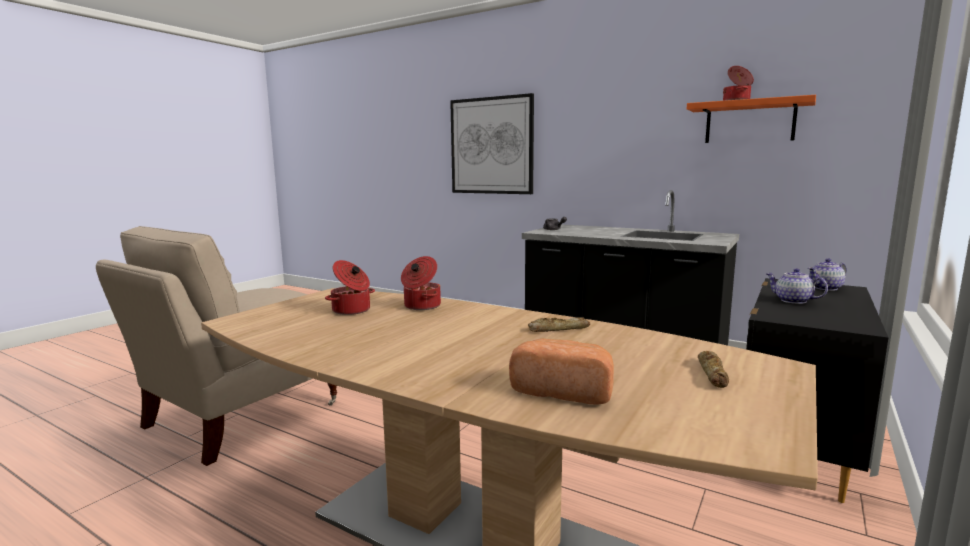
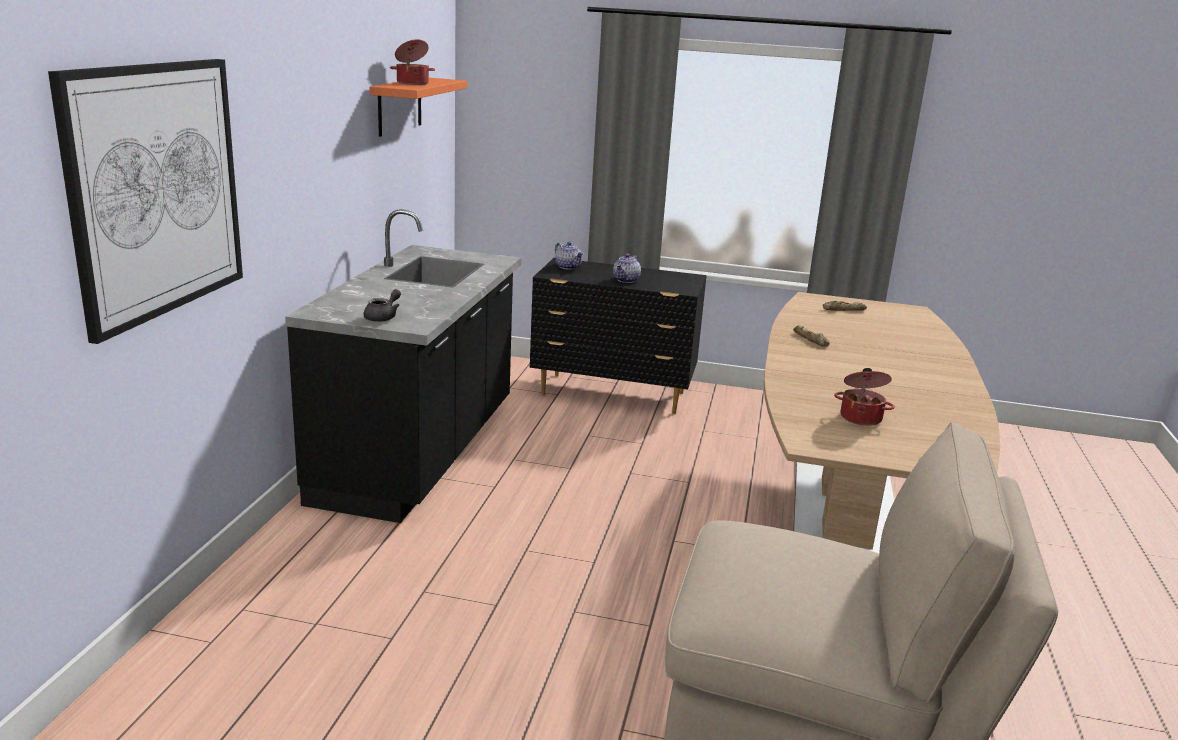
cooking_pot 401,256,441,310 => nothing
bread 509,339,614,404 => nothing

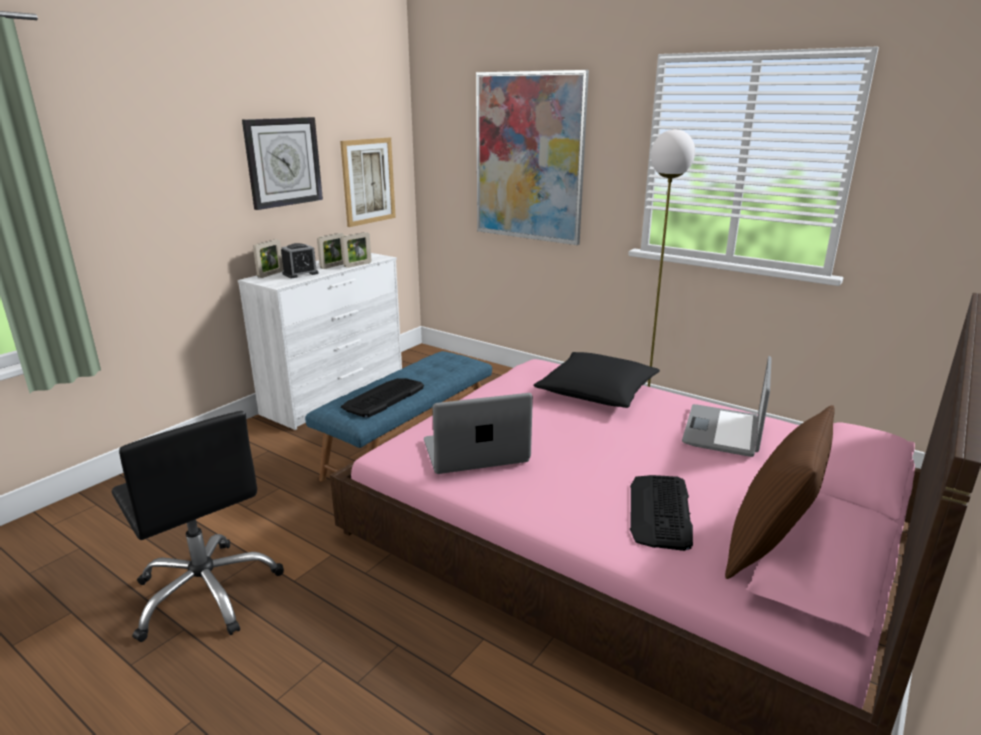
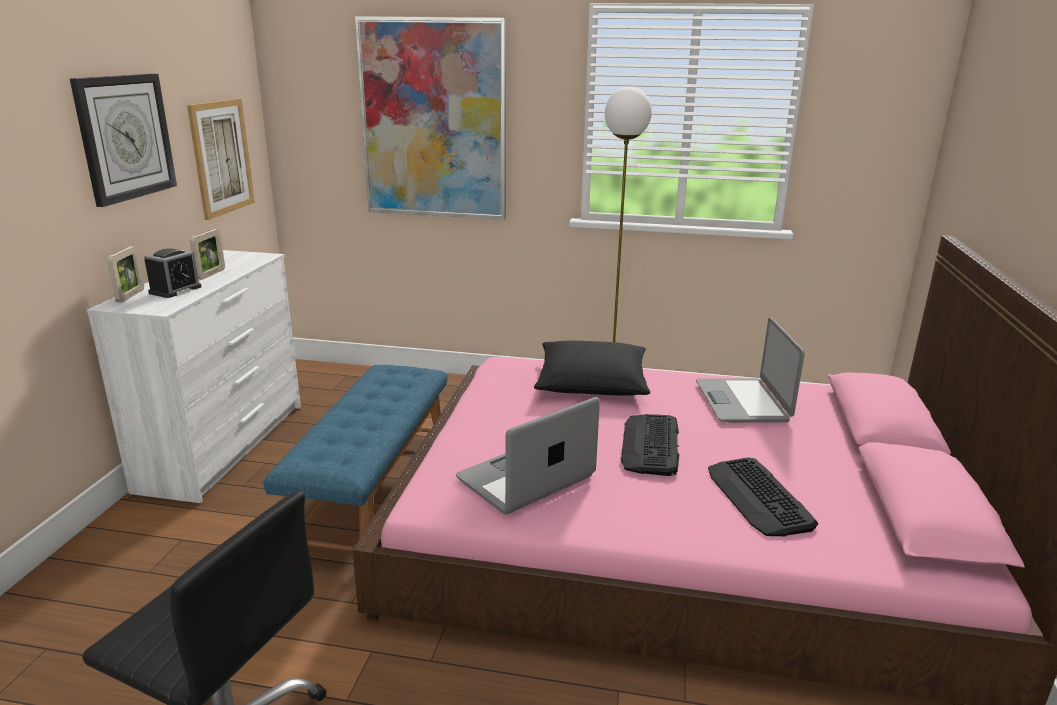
picture_frame 341,232,371,268 => nothing
brown_pillow 725,405,835,579 => nothing
keyboard 341,378,424,417 => keyboard 621,414,679,476, moved

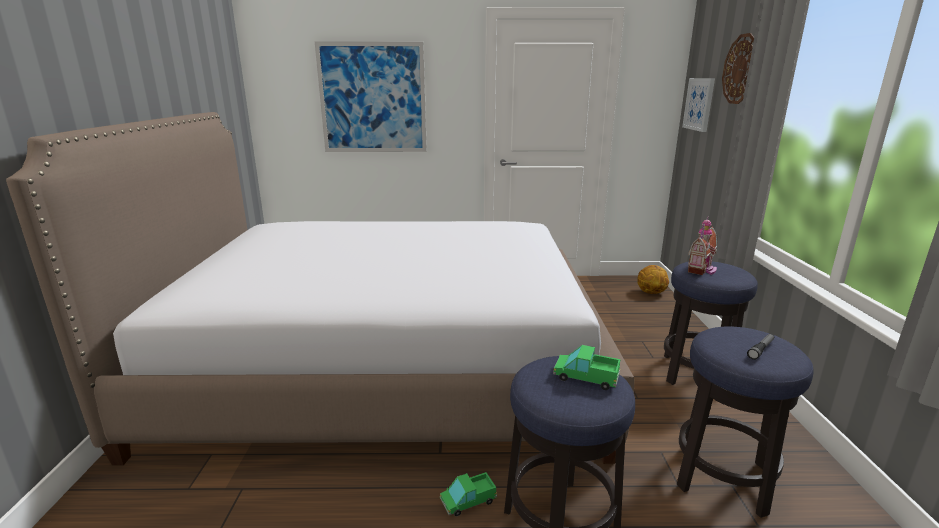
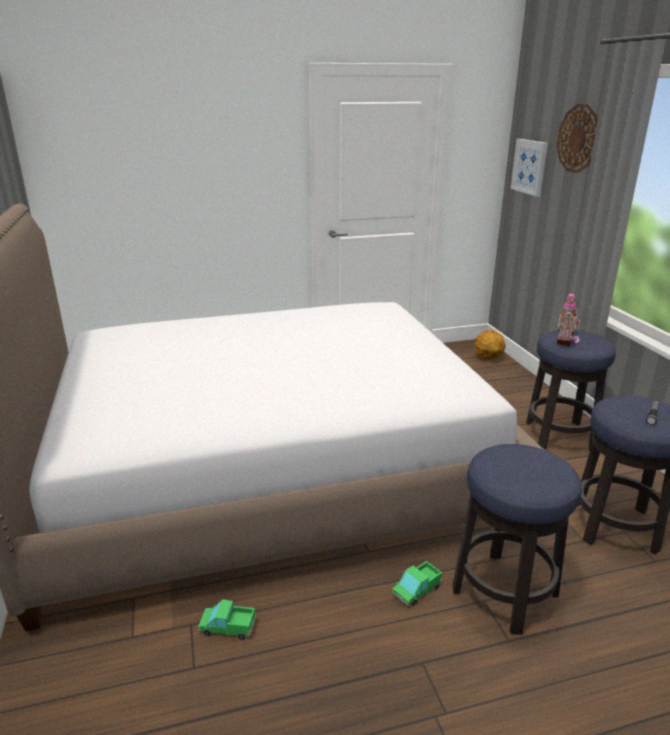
picture 315,42,427,152 => nothing
toy_truck 553,345,620,390 => toy_truck 198,600,256,640, moved

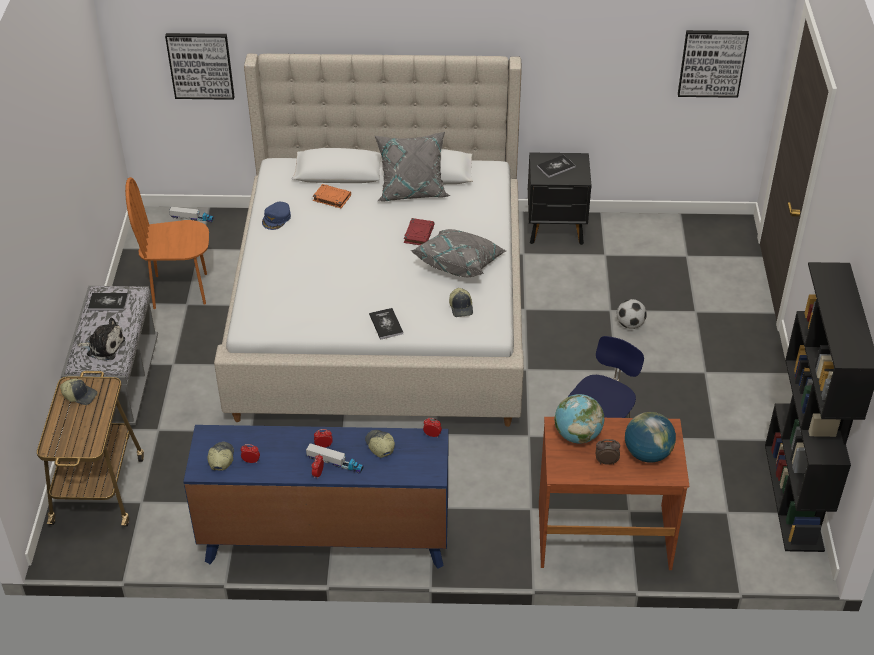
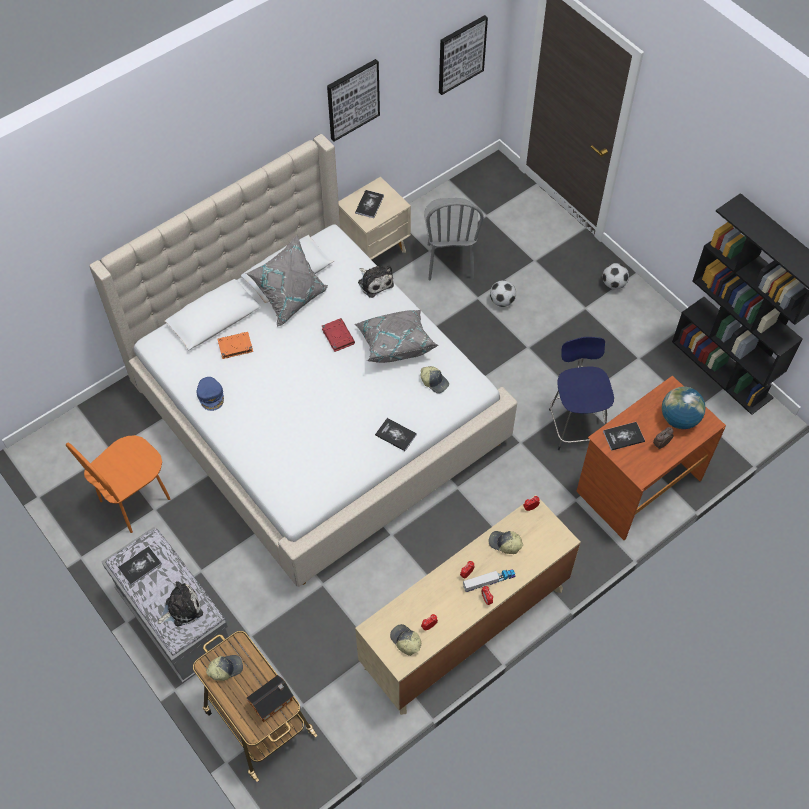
toy_truck 169,206,214,223 => nothing
nothing => toy_house 247,675,294,722
nothing => plush_toy 358,265,394,298
nothing => grey_chair 424,198,484,280
nothing => football 602,263,629,289
picture 165,33,235,100 => picture 327,59,380,141, moved
globe 554,394,604,444 => book 603,422,645,451
blue_dresser 183,425,448,569 => beige_dresser 355,495,581,715
black_nightstand 528,153,592,245 => beige_nightstand 338,177,411,260

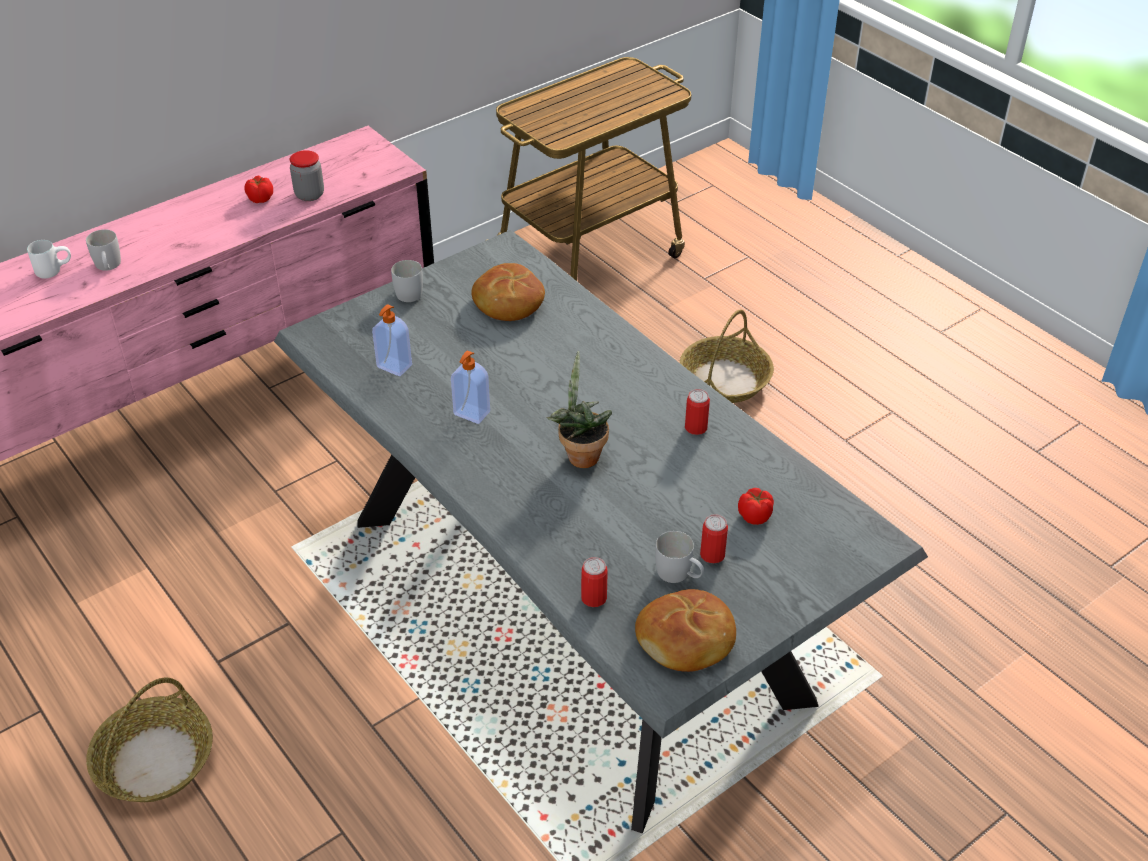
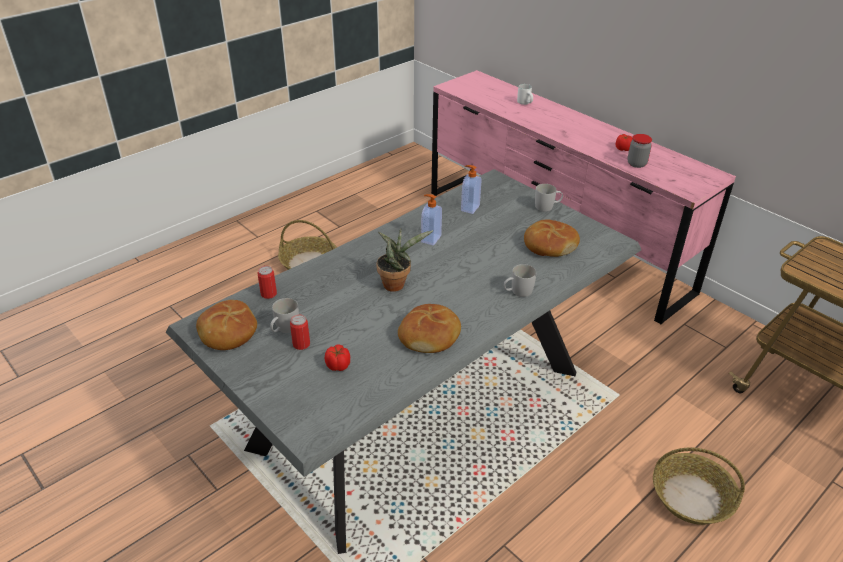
white_mug 86,229,121,271 => white_mug 504,264,536,297, moved
can 685,389,710,435 => bread 398,304,461,353

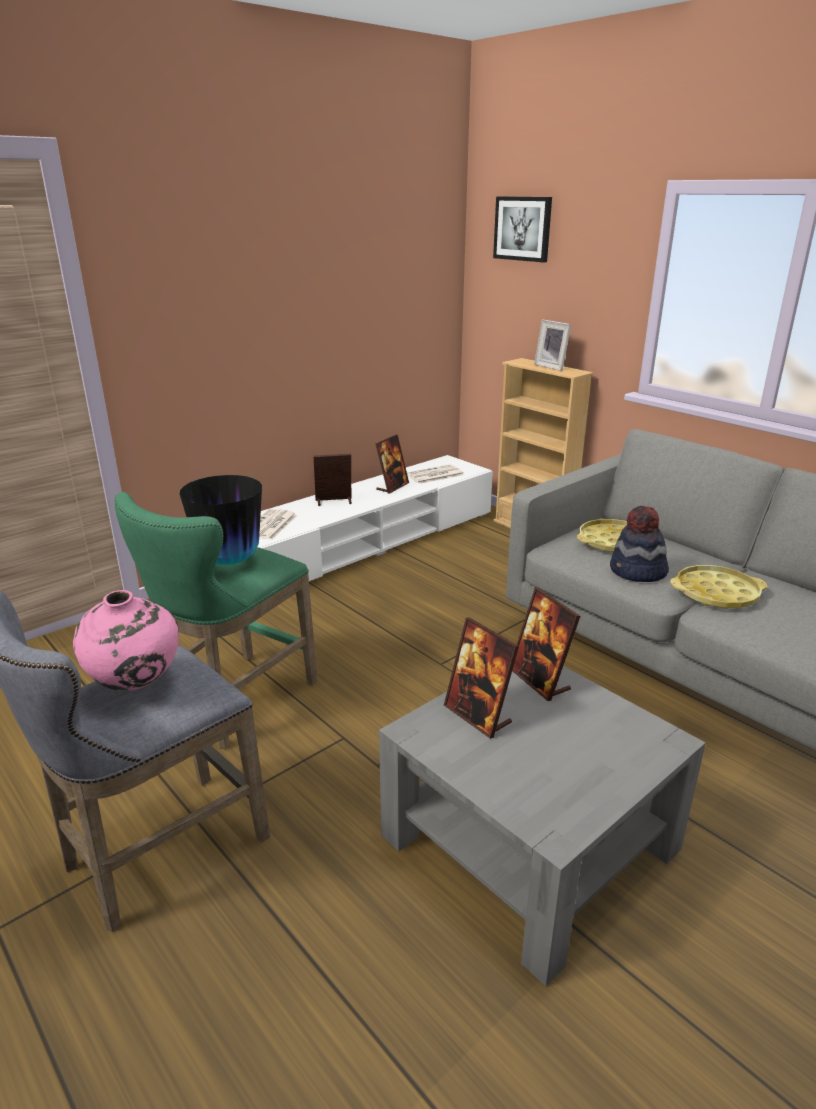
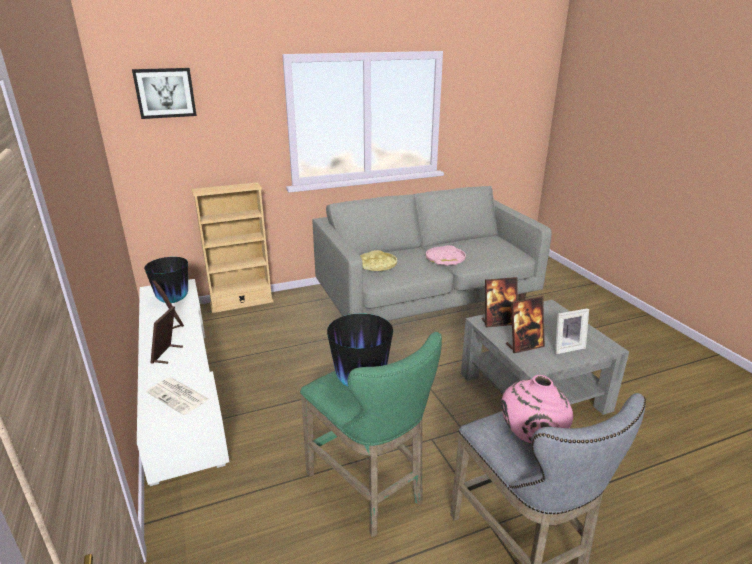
hat 610,506,669,582 => nothing
picture_frame 534,319,571,371 => picture_frame 555,308,589,354, moved
newspaper 407,464,464,484 => vase 144,257,188,303
yellow_tray 670,565,767,609 => pink_tray 426,245,466,266

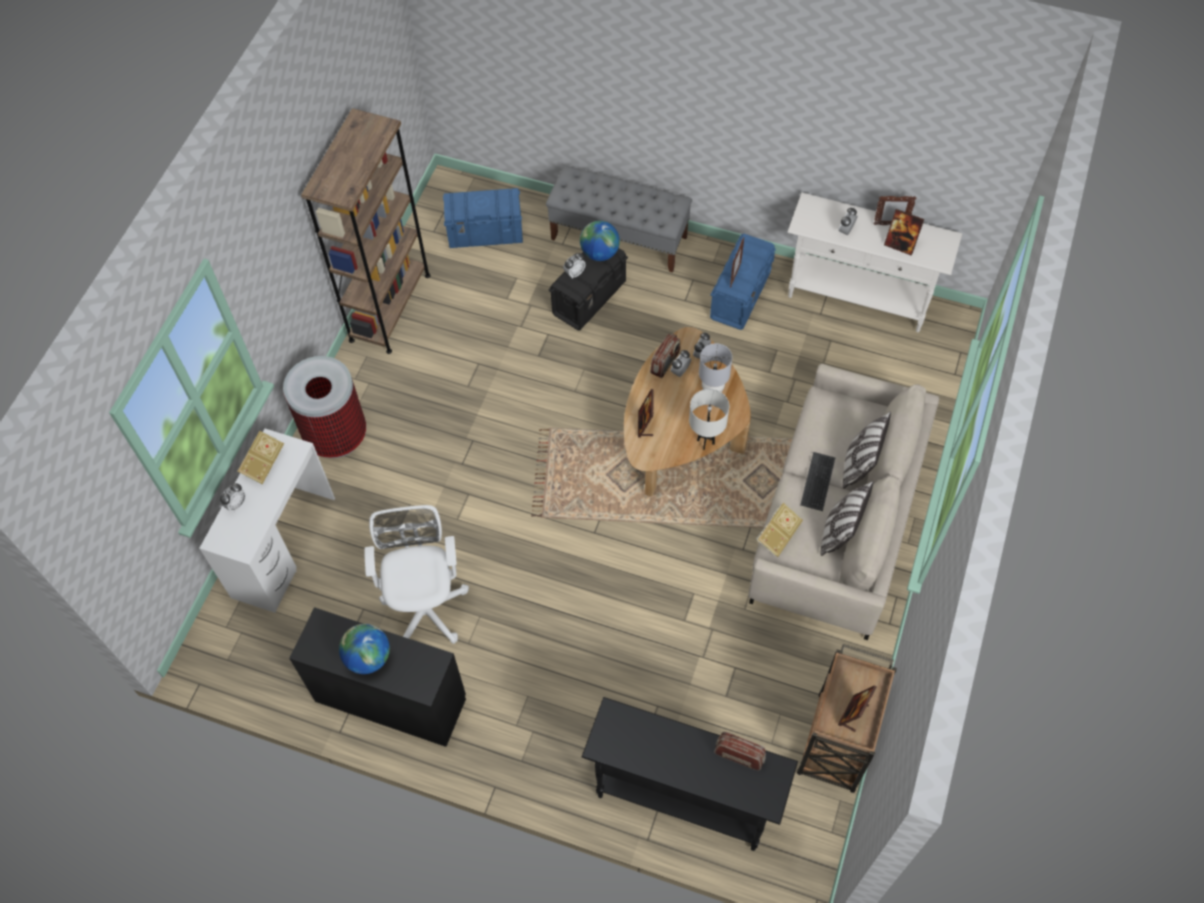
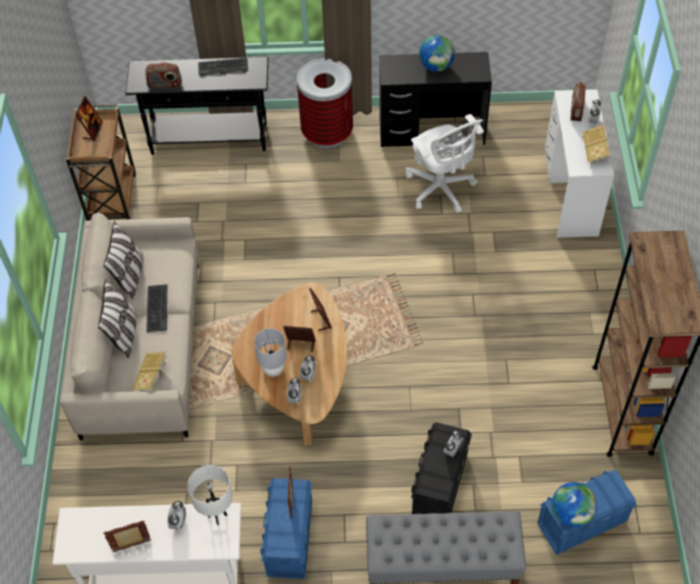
nothing => keyboard 198,58,248,75
trash_can 283,356,366,458 => trash_can 297,58,353,148, moved
globe 580,221,620,261 => globe 552,482,597,527, moved
radio 650,334,680,378 => radio 570,82,586,121, moved
white_table_lamp 689,389,729,450 => white_table_lamp 188,465,233,525, moved
book 756,503,803,557 => book 132,351,169,391, moved
picture_frame 884,209,924,256 => picture_frame 283,326,316,352, moved

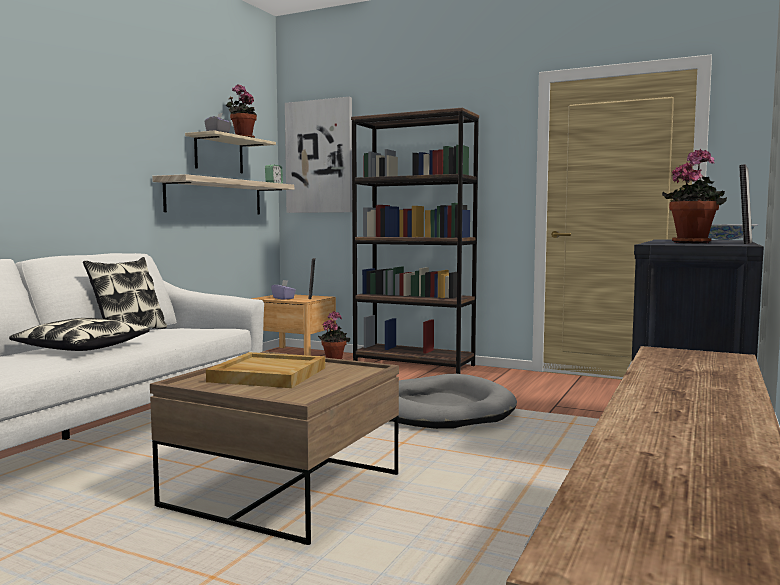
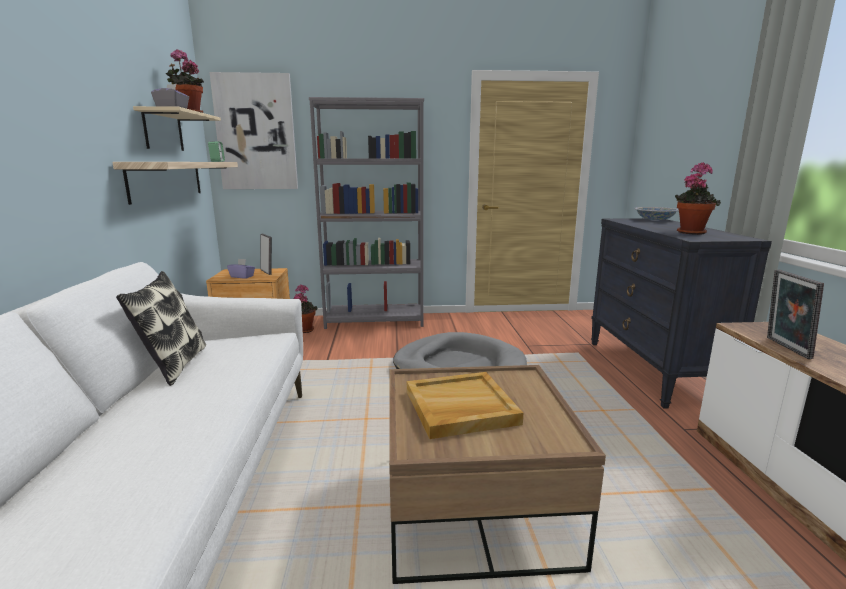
pillow 9,318,150,351 => nothing
picture_frame 739,164,752,244 => picture_frame 767,270,824,359, moved
brown_bookcase 351,108,479,374 => grey_bookcase 309,97,424,329

